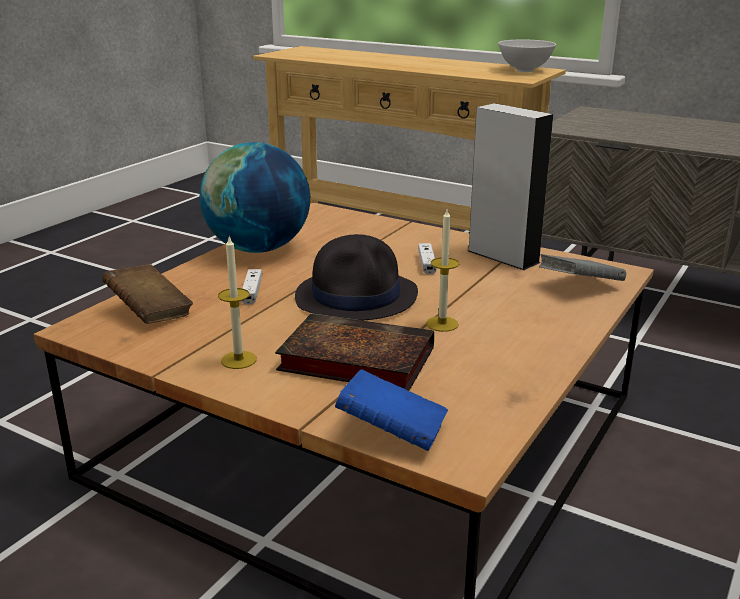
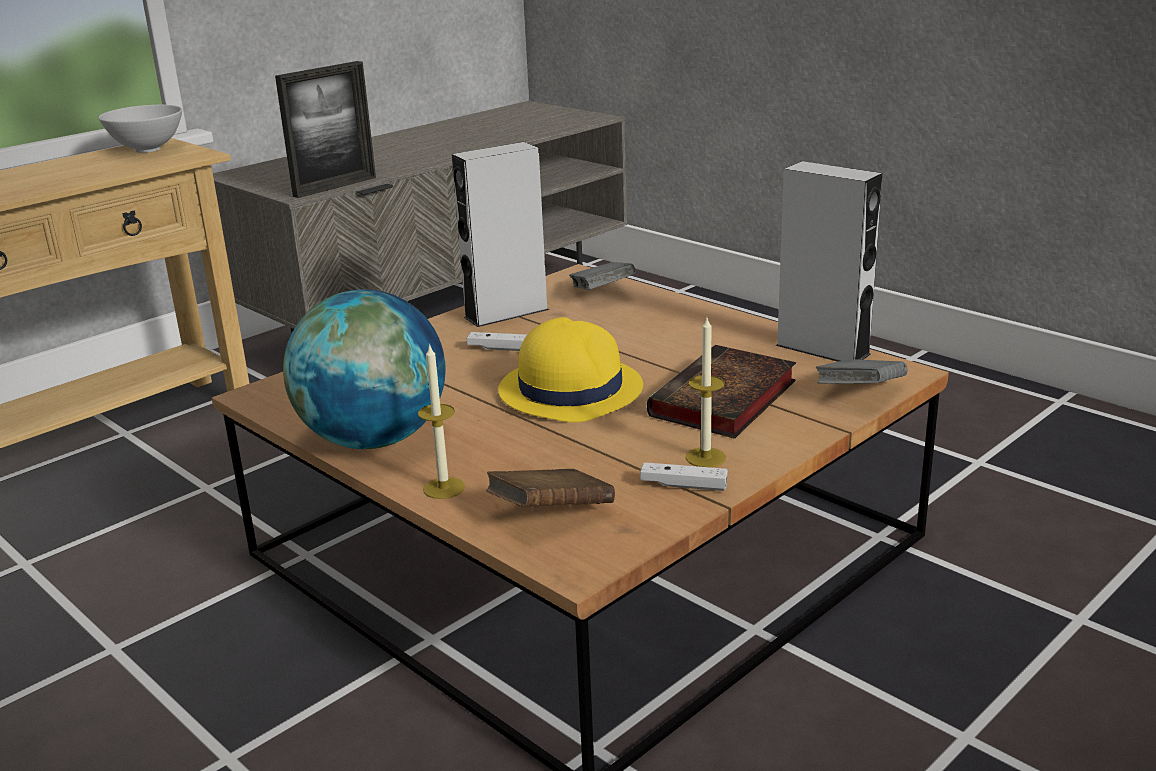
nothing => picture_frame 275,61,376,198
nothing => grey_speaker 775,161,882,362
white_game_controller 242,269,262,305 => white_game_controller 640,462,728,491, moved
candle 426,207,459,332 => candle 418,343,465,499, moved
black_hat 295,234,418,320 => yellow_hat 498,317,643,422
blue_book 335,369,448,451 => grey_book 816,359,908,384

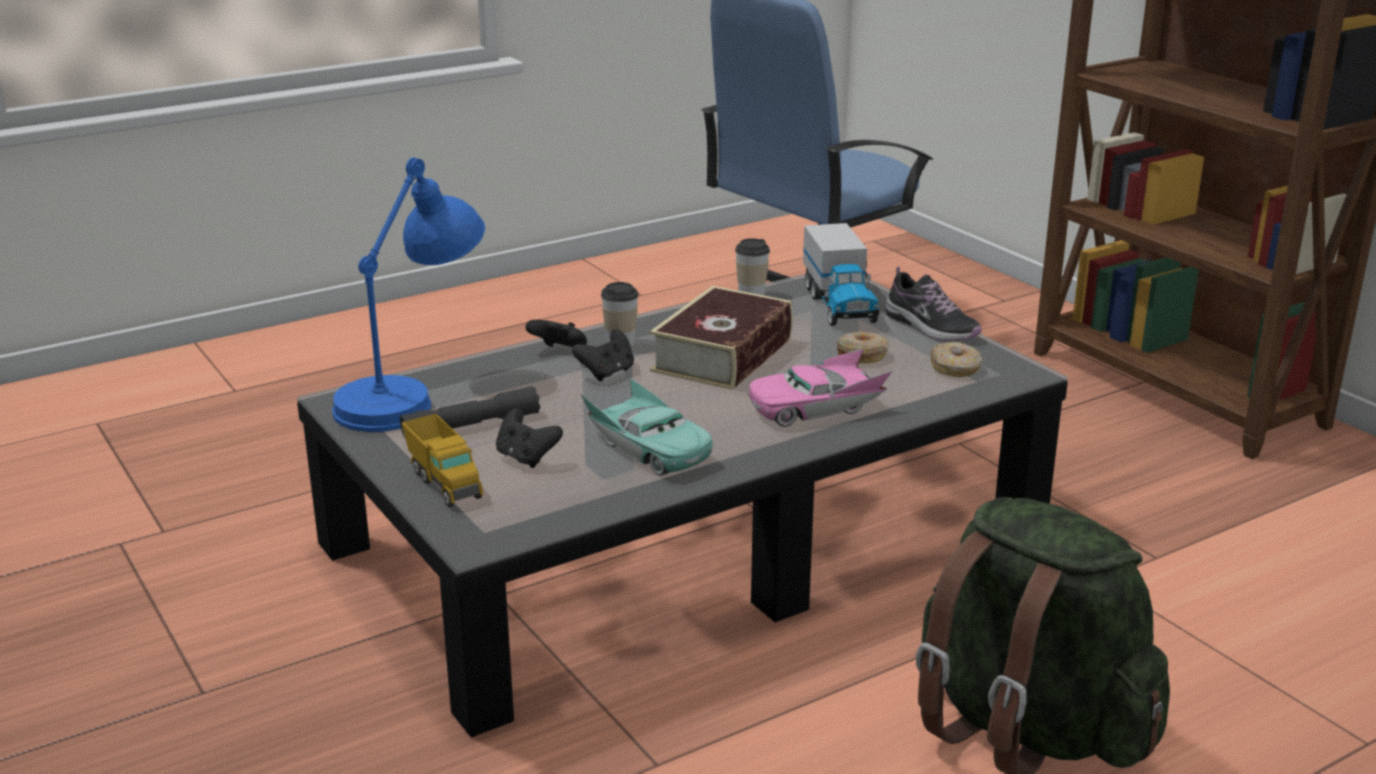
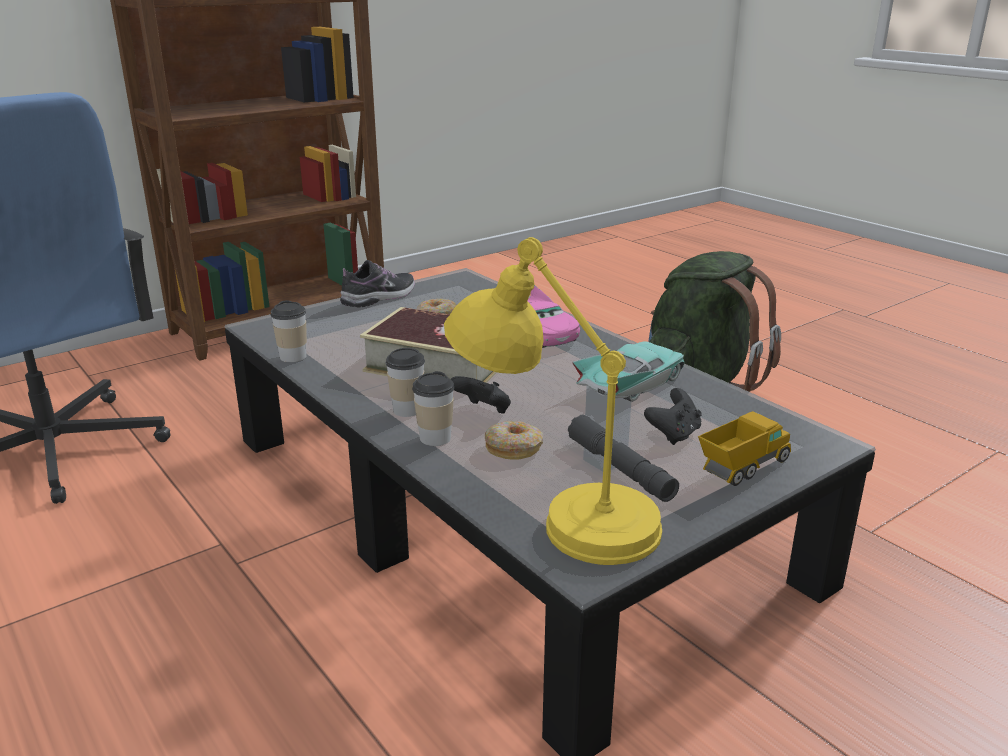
toy_truck 803,223,879,326 => nothing
donut 930,342,982,377 => donut 485,421,543,460, moved
black_game_controller 525,320,587,347 => cup 412,371,454,446
blue_table_lamp 332,158,485,432 => yellow_table_lamp 444,237,662,565

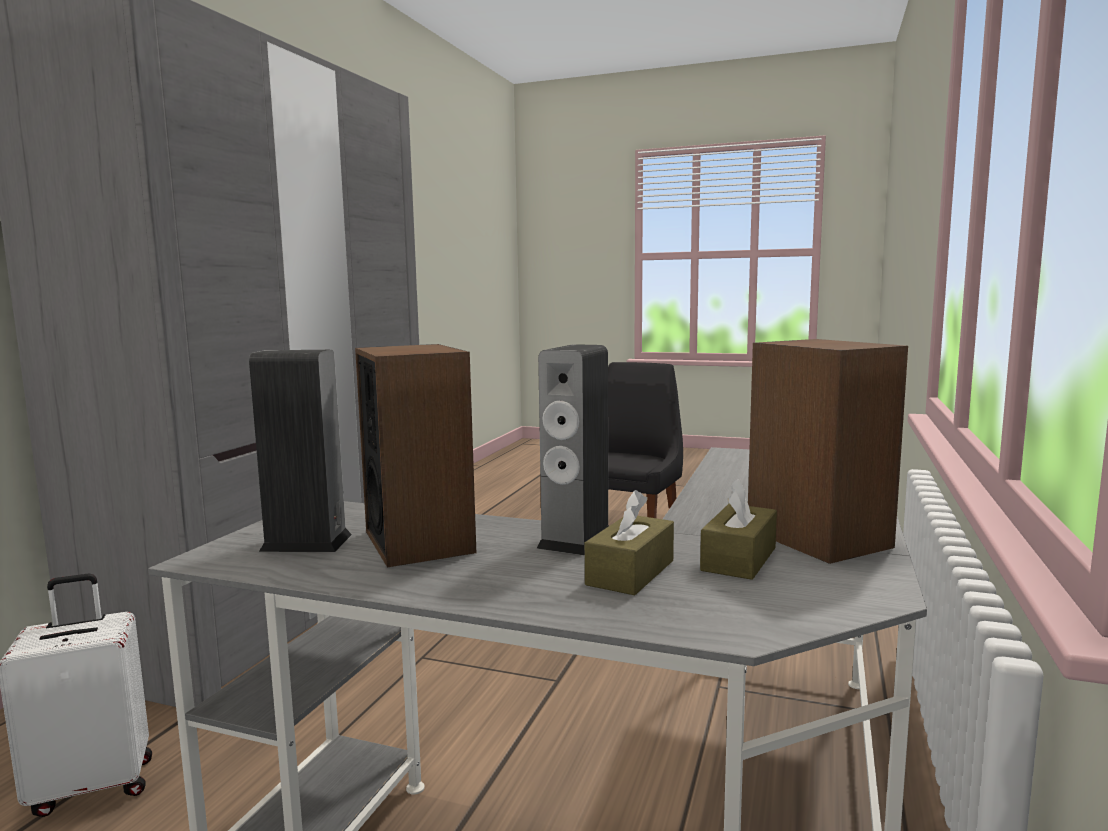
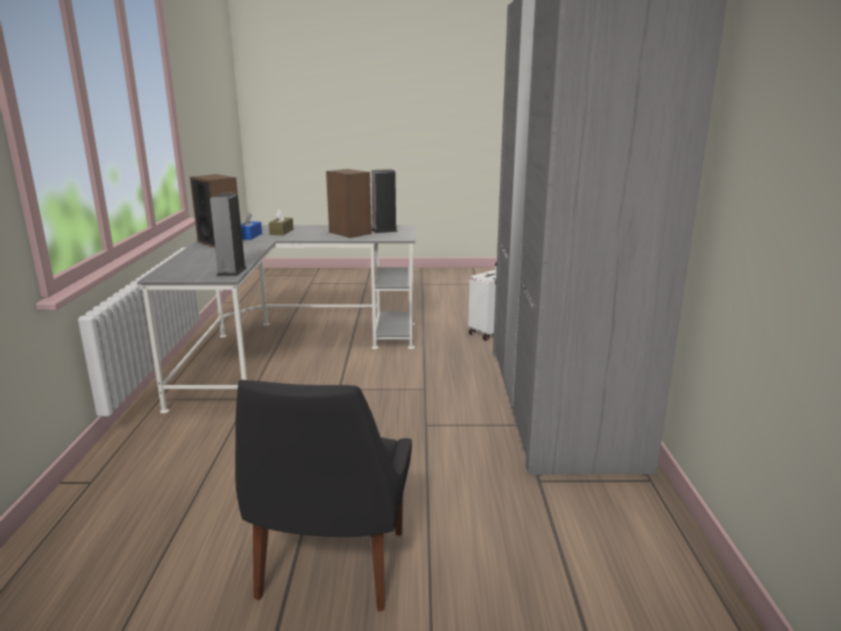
speaker 536,344,609,556 => speaker 210,193,247,276, moved
brown_tissue_box 700,479,777,580 => blue_tissue_box 241,212,262,240

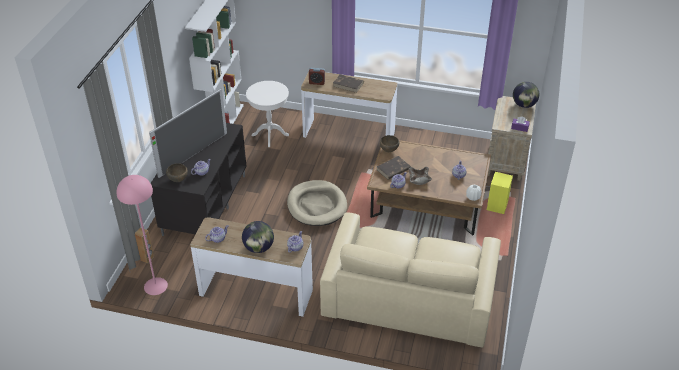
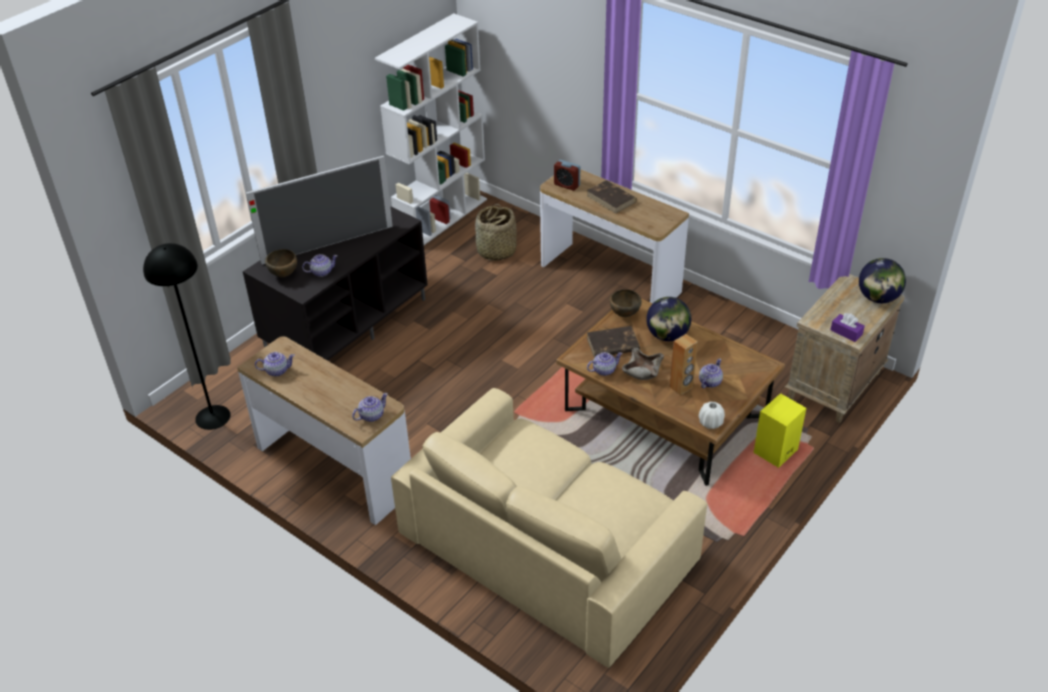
beige_dog_bed 287,180,347,226 => nothing
brown_speaker 135,228,154,264 => brown_speaker 670,334,698,395, moved
globe 242,221,274,253 => globe 646,297,691,341, moved
white_side_table 246,81,289,147 => basket 475,204,517,261
pink_floor_lamp 117,175,168,295 => black_floor_lamp 143,243,231,430

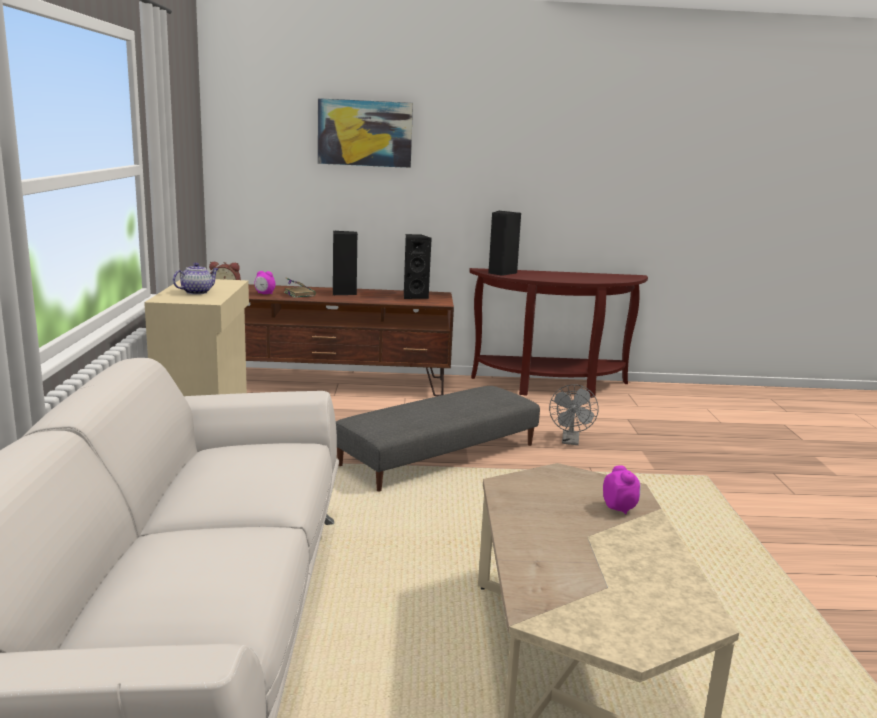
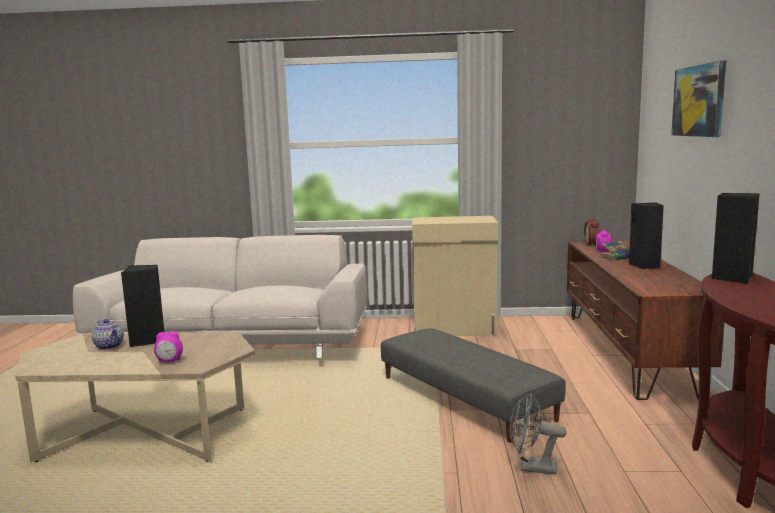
teapot 173,263,219,295 => teapot 92,319,124,350, moved
black_speaker 404,234,432,299 => black_speaker 121,265,164,347, moved

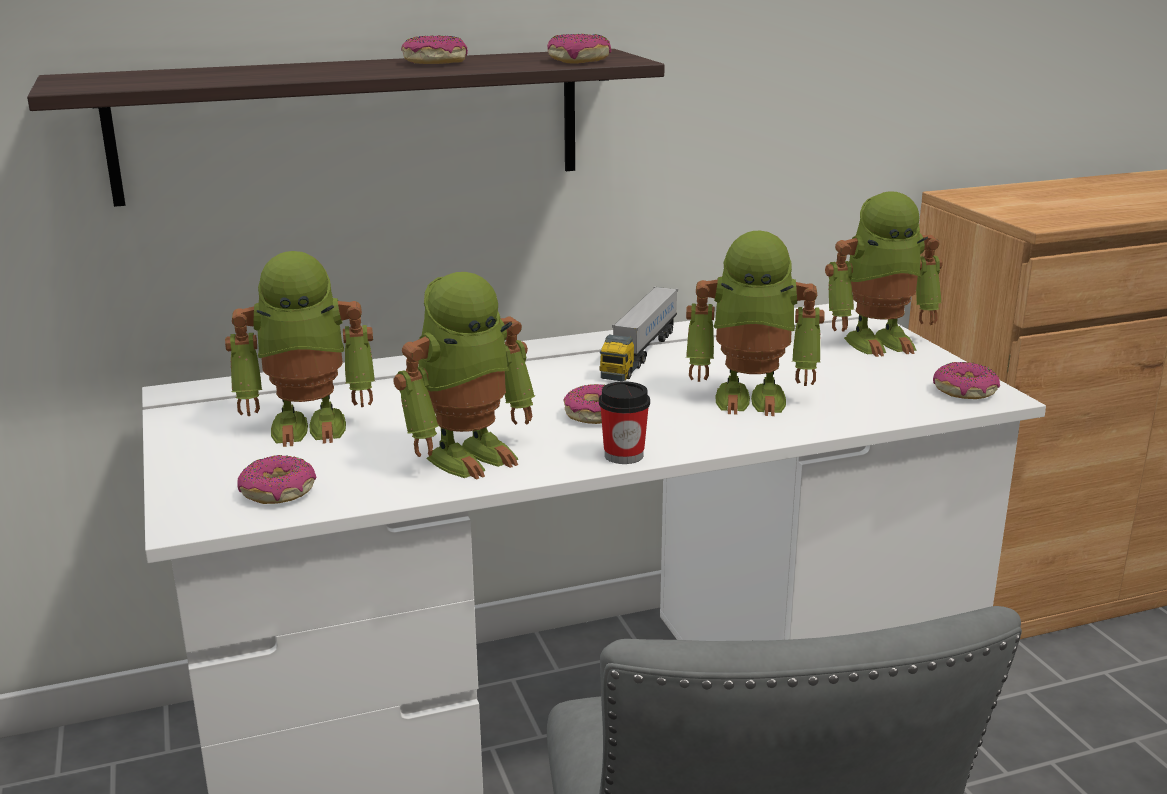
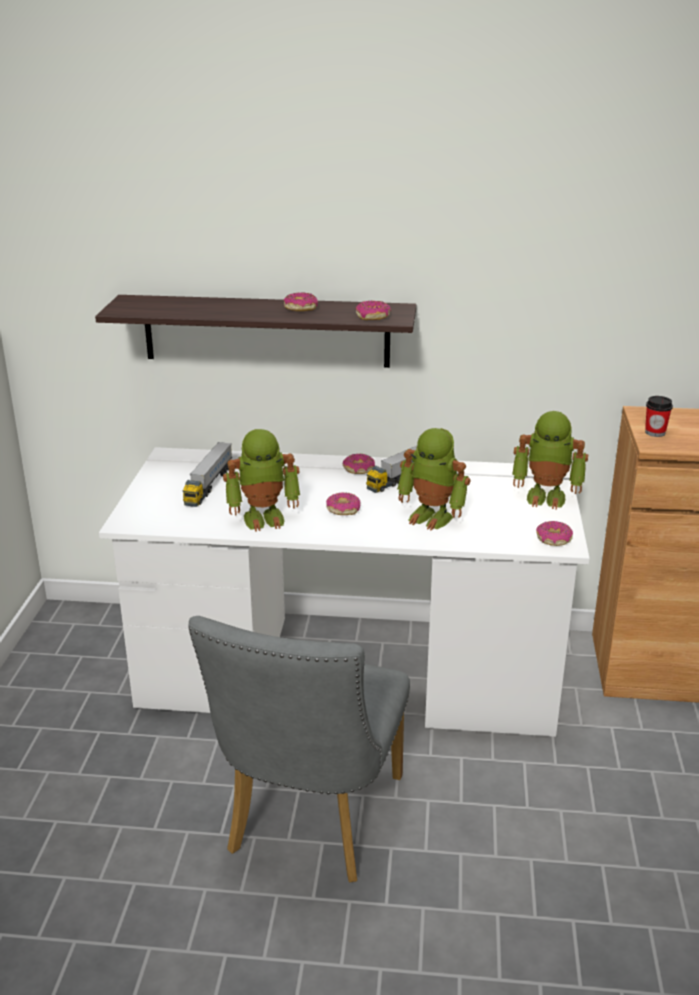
donut 237,455,316,504 => donut 343,454,375,474, moved
cup 599,381,650,464 => cup 645,396,673,437, moved
toy_robot 225,251,375,447 => toy_truck 183,442,232,507

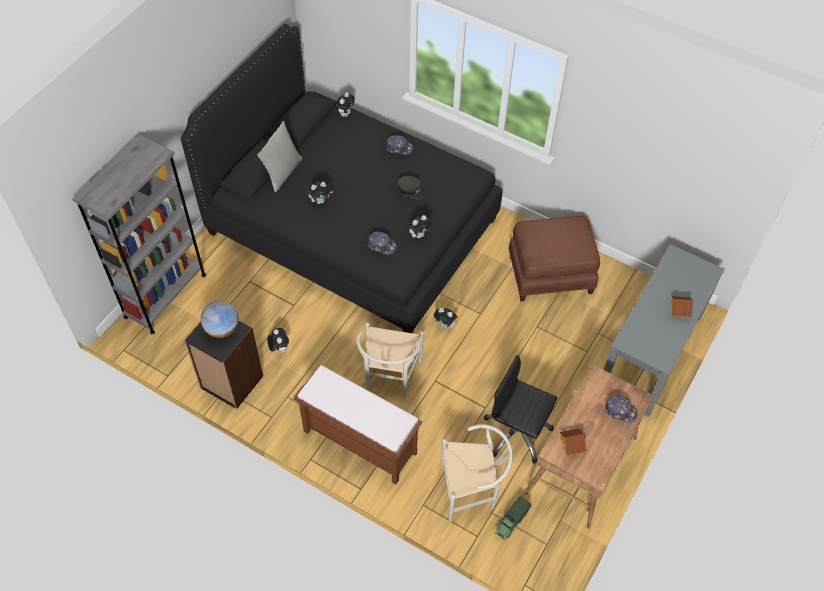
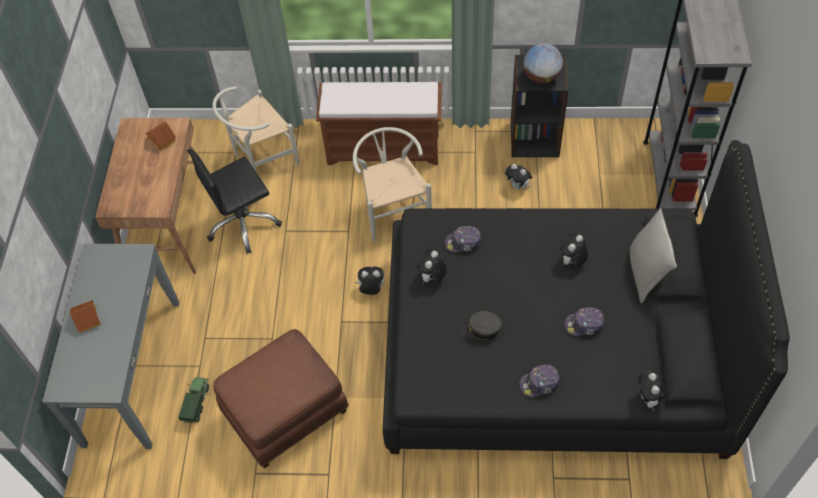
toy_truck 495,496,531,540 => toy_truck 178,377,209,423, moved
cap 604,395,637,423 => cap 564,307,604,336, moved
black_office_chair 484,355,557,463 => black_office_chair 187,149,282,254, 150 degrees clockwise

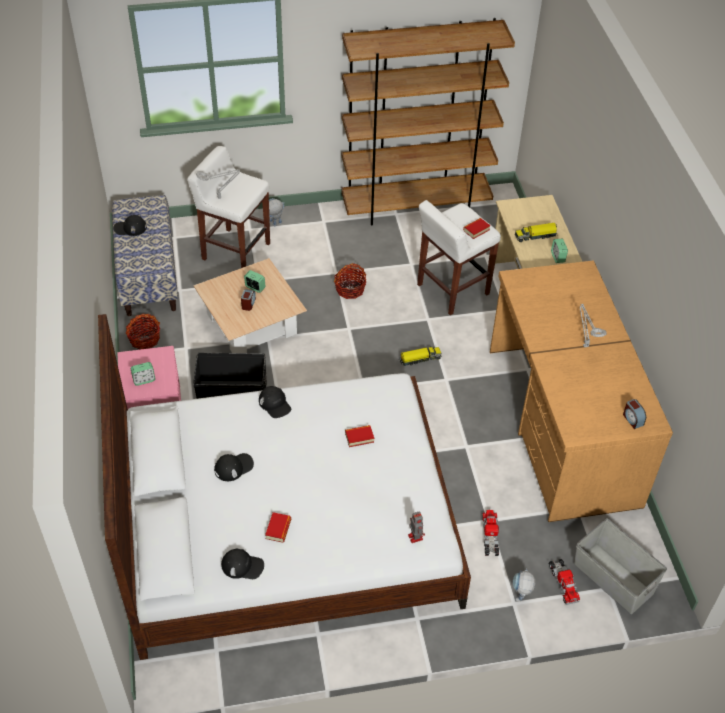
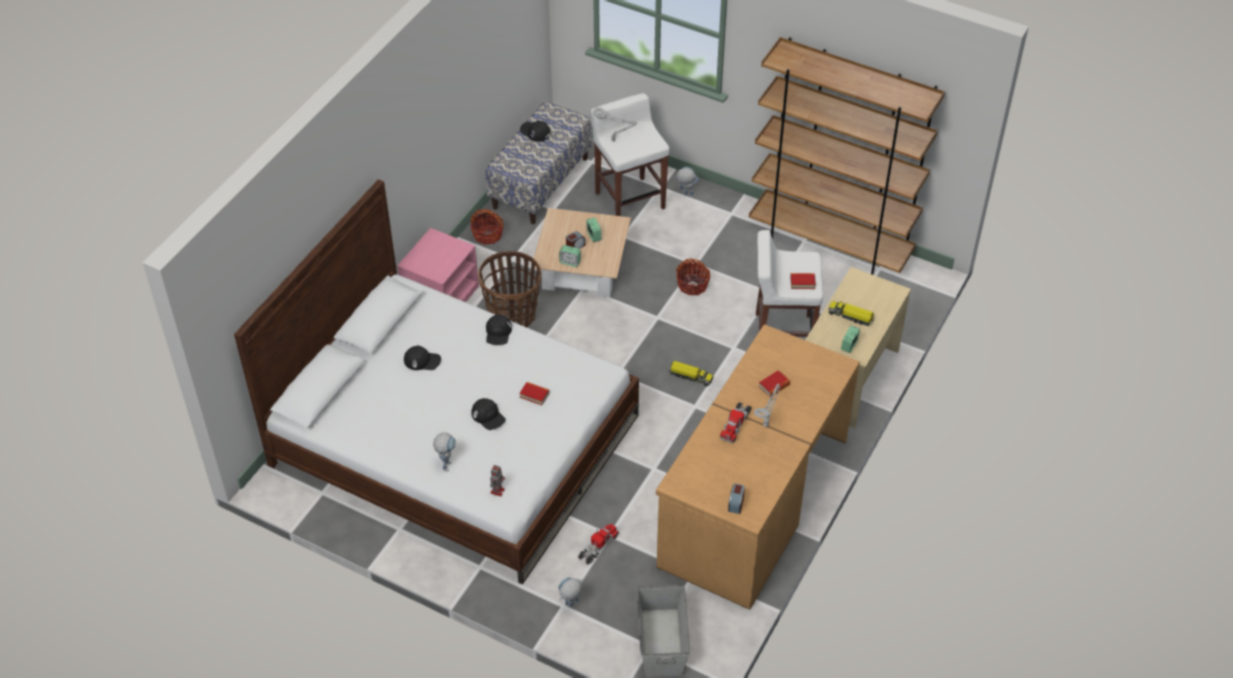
nothing => toy_robot 433,432,456,472
alarm_clock 131,362,155,386 => alarm_clock 559,245,581,267, moved
black_cap 221,548,264,579 => black_cap 471,398,506,430, moved
book 265,512,291,543 => book 759,370,790,397, moved
toy_truck 549,559,580,605 => toy_truck 720,402,751,443, moved
black_storage_box 193,353,267,399 => basket 478,251,541,327

